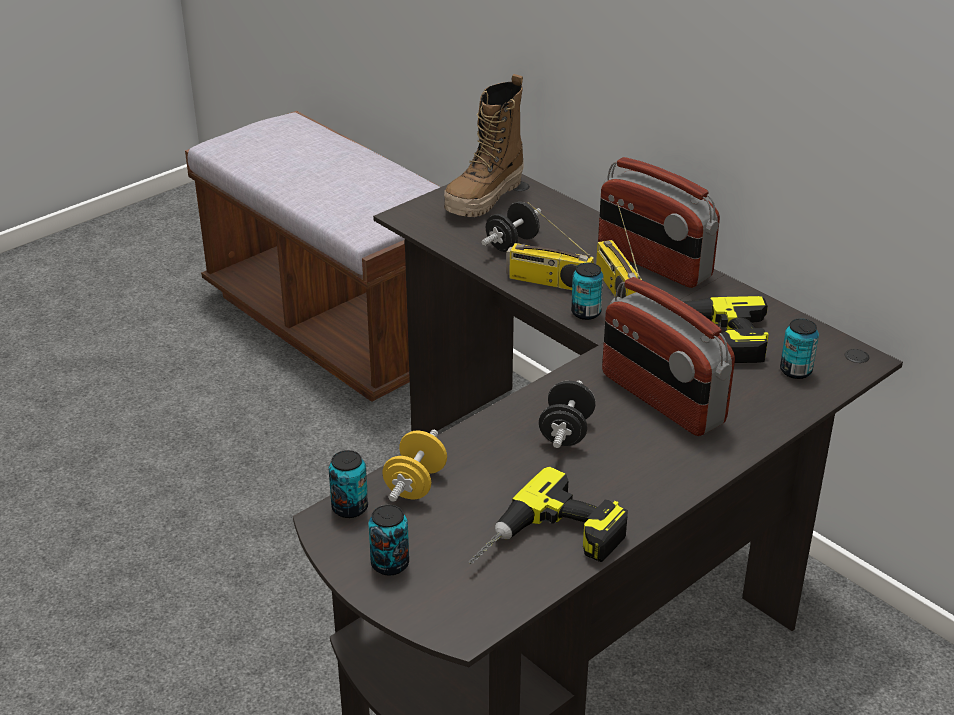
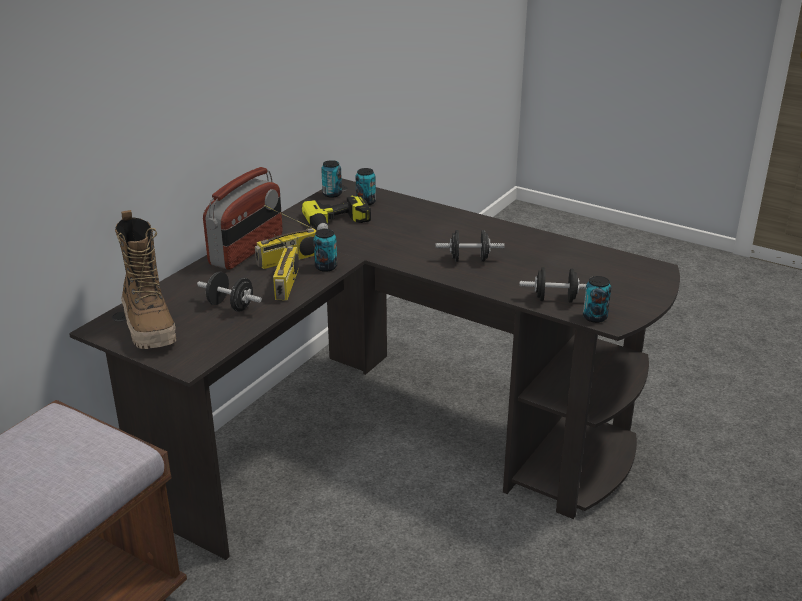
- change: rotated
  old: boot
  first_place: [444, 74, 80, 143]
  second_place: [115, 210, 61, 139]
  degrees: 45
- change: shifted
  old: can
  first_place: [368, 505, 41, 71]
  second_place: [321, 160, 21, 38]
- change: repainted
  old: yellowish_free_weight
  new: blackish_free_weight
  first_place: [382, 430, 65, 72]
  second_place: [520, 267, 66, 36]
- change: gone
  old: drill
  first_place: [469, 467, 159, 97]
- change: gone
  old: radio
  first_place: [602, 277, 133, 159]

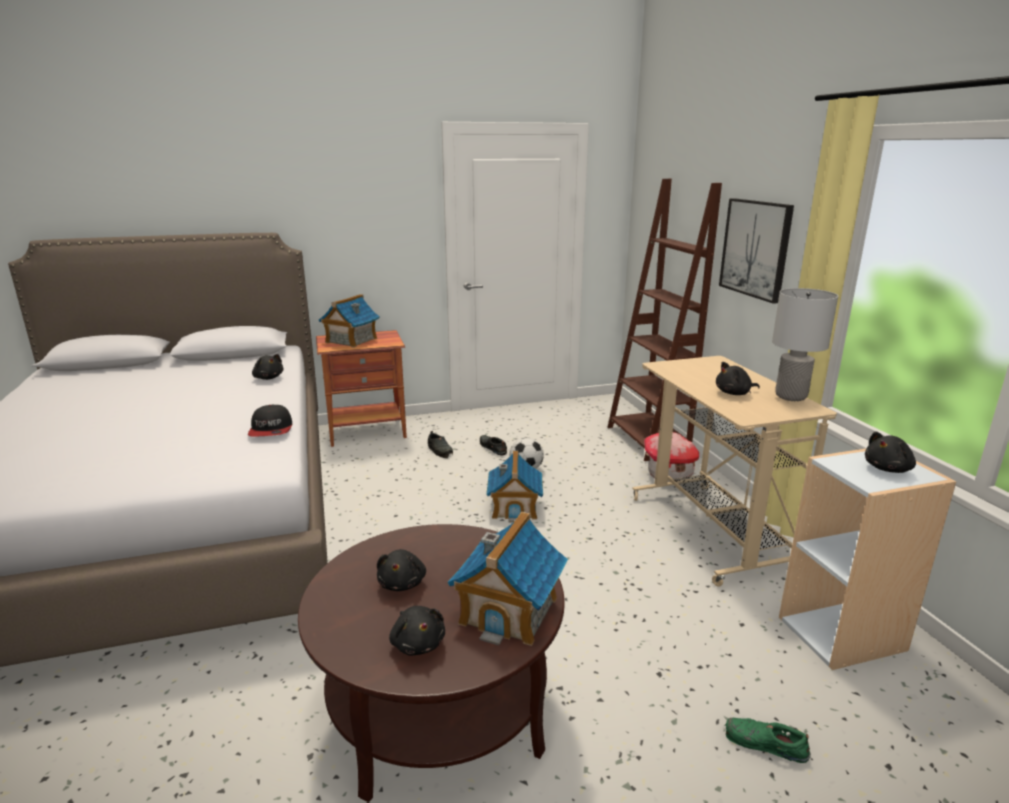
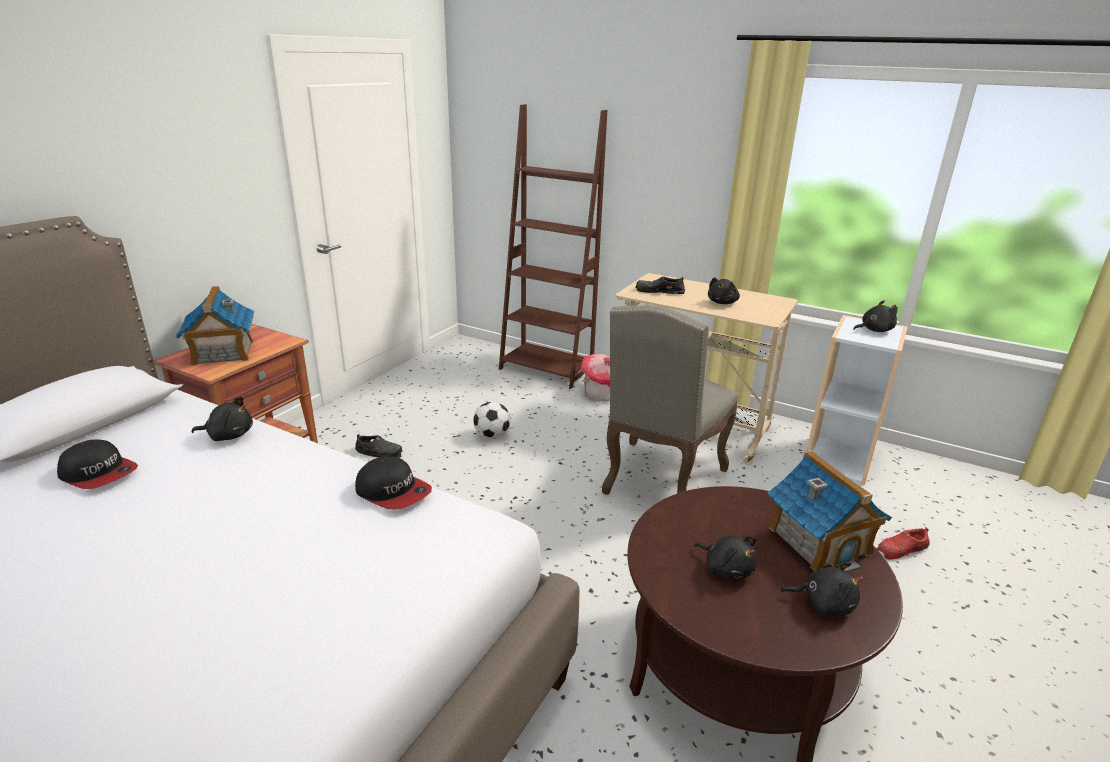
- change: new
  new: cap
  second_place: [57, 440, 81, 49]
- change: new
  new: greyish_plain_chair
  second_place: [602, 305, 136, 190]
- change: shifted
  old: blackish_item_of_footwear
  first_place: [480, 435, 27, 21]
  second_place: [635, 276, 50, 18]
- change: rotated
  old: blackish_soft_toy
  first_place: [865, 431, 51, 42]
  second_place: [853, 300, 45, 32]
  degrees: -120
- change: repainted
  old: green-coloured_item_of_footwear
  new: red_item_of_footwear
  first_place: [724, 718, 87, 45]
  second_place: [876, 527, 54, 33]
- change: gone
  old: miniature_house
  first_place: [486, 450, 57, 73]
- change: gone
  old: picture
  first_place: [719, 198, 75, 106]
- change: gone
  old: greyish_tabletop_lamp
  first_place: [772, 288, 66, 114]

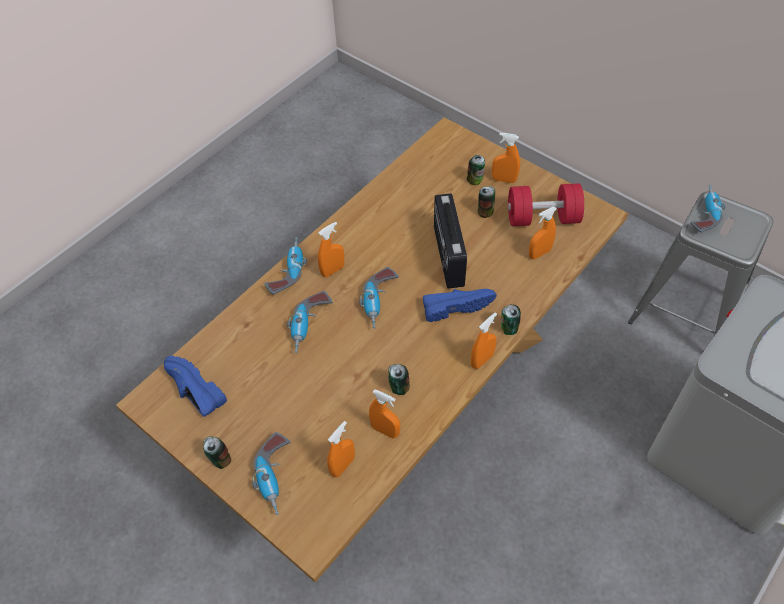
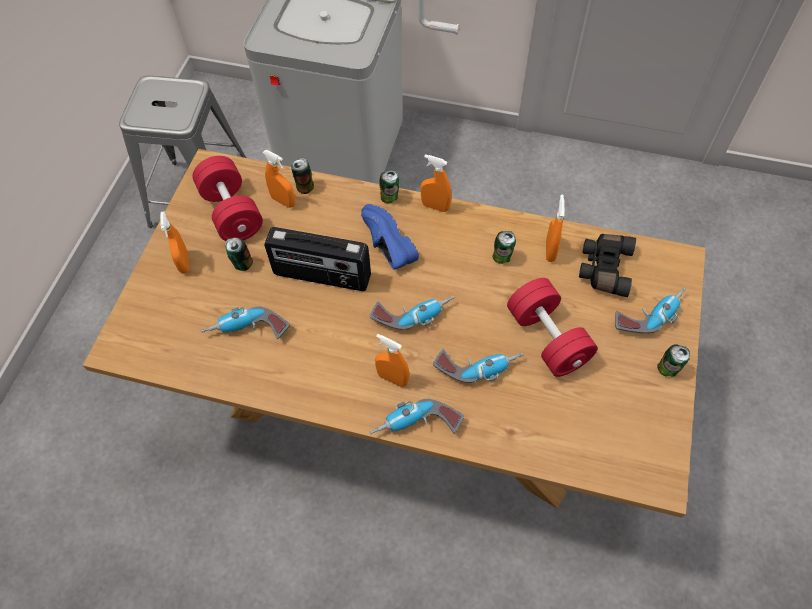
- change: shifted
  old: drill
  first_place: [690, 185, 35, 47]
  second_place: [201, 307, 89, 32]
- change: rotated
  old: radio
  first_place: [434, 193, 33, 96]
  second_place: [264, 227, 107, 64]
  degrees: 45
- change: shifted
  old: can
  first_place: [467, 155, 18, 30]
  second_place: [292, 158, 22, 36]
- change: new
  new: red_free_weight
  second_place: [507, 278, 91, 99]
- change: swapped
  old: orangey_sprayer
  new: blackish_field_glasses
  first_place: [327, 421, 28, 56]
  second_place: [579, 234, 57, 63]
- change: gone
  old: blue-coloured_item_of_footwear
  first_place: [164, 356, 63, 61]

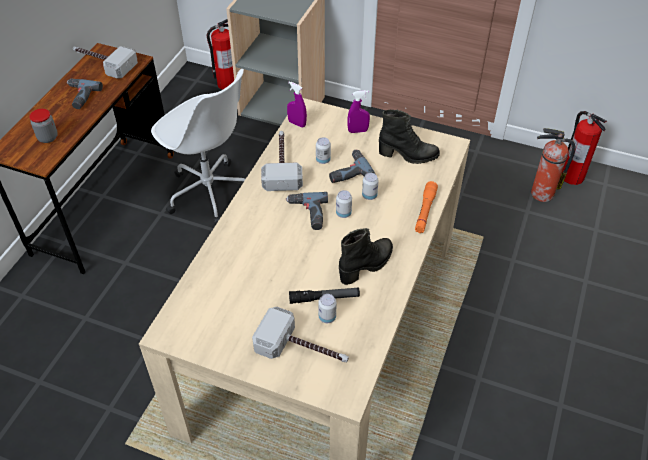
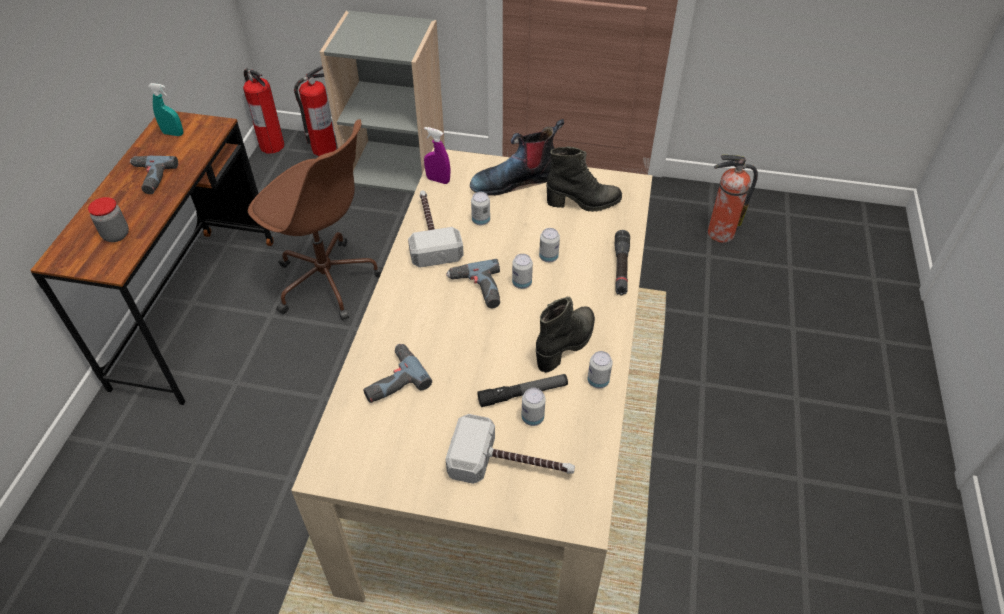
- change: swapped
  old: tool_hammer
  new: turquoise_sprayer
  first_place: [73, 46, 65, 33]
  second_place: [148, 83, 35, 53]
- change: shifted
  old: extinguisher
  first_place: [562, 111, 45, 74]
  second_place: [243, 68, 41, 85]
- change: repainted
  old: whitish_office_chair
  new: brown_office_chair
  first_place: [151, 69, 94, 156]
  second_place: [248, 119, 135, 201]
- change: shifted
  old: drill
  first_place: [329, 150, 46, 33]
  second_place: [363, 344, 69, 59]
- change: swapped
  old: purplish_sprayer
  new: boot
  first_place: [347, 90, 23, 43]
  second_place: [470, 119, 94, 77]
- change: new
  new: can
  second_place: [587, 351, 26, 38]
- change: repainted
  old: orangey_hand_torch
  new: blackish_hand_torch
  first_place: [415, 181, 23, 52]
  second_place: [615, 230, 15, 65]

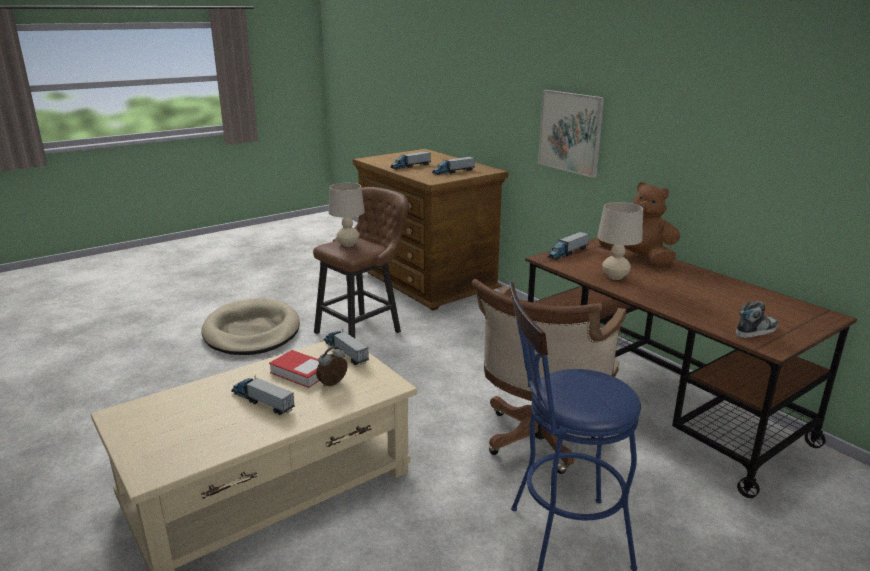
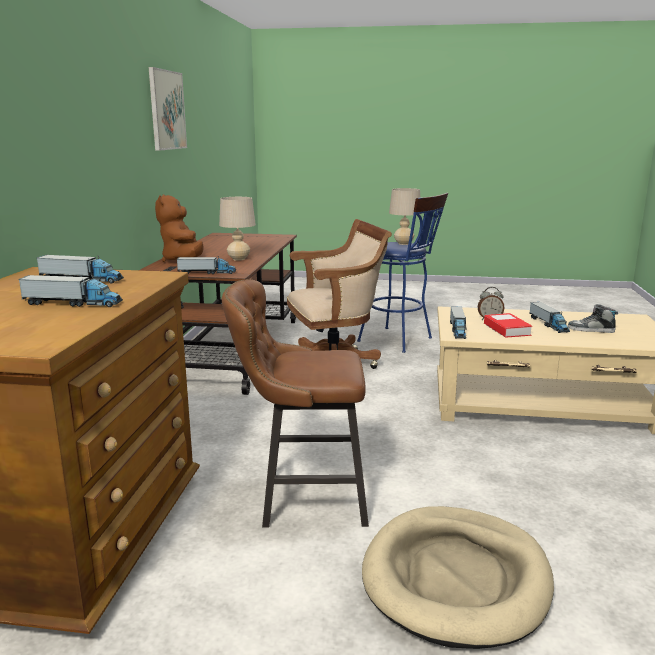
- change: shifted
  old: picture
  first_place: [538, 90, 66, 88]
  second_place: [149, 67, 38, 84]
- change: shifted
  old: beige-coloured_tabletop_lamp
  first_place: [329, 183, 36, 64]
  second_place: [389, 188, 31, 57]
- change: shifted
  old: item_of_footwear
  first_place: [736, 301, 42, 37]
  second_place: [568, 304, 50, 29]

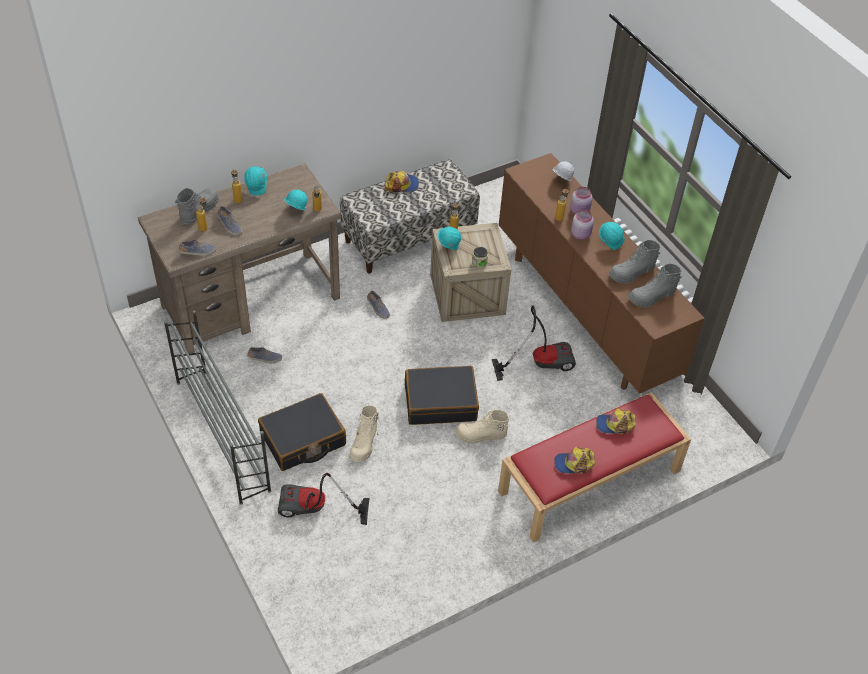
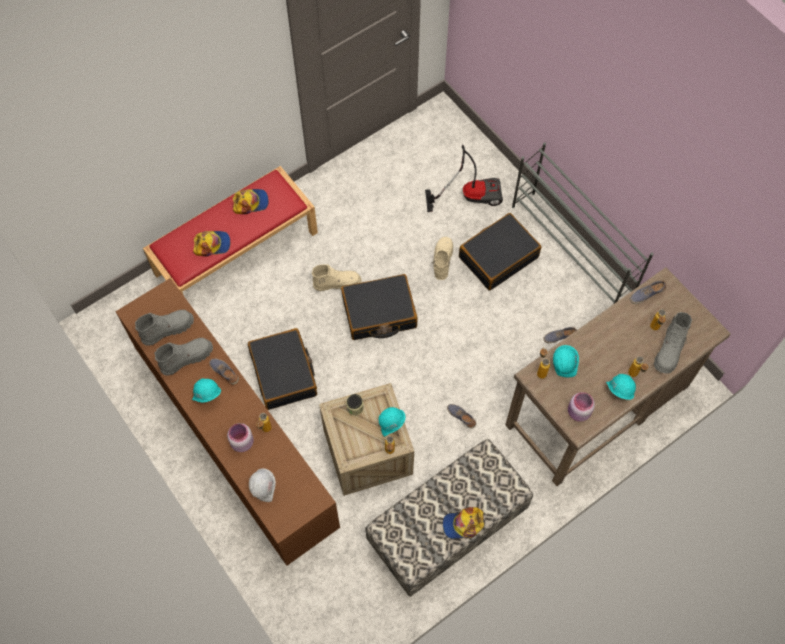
- change: shifted
  old: item_of_footwear
  first_place: [217, 206, 25, 30]
  second_place: [209, 358, 30, 27]
- change: swapped
  old: vacuum
  new: blackish_suitcase
  first_place: [492, 306, 84, 75]
  second_place: [248, 328, 69, 82]
- change: shifted
  old: pinkish_jar
  first_place: [571, 210, 23, 30]
  second_place: [568, 392, 27, 30]

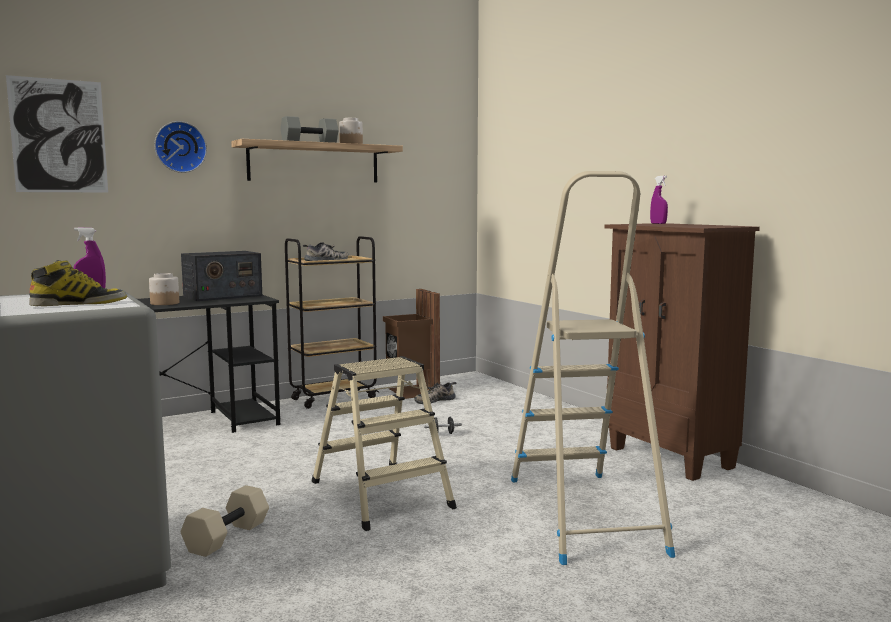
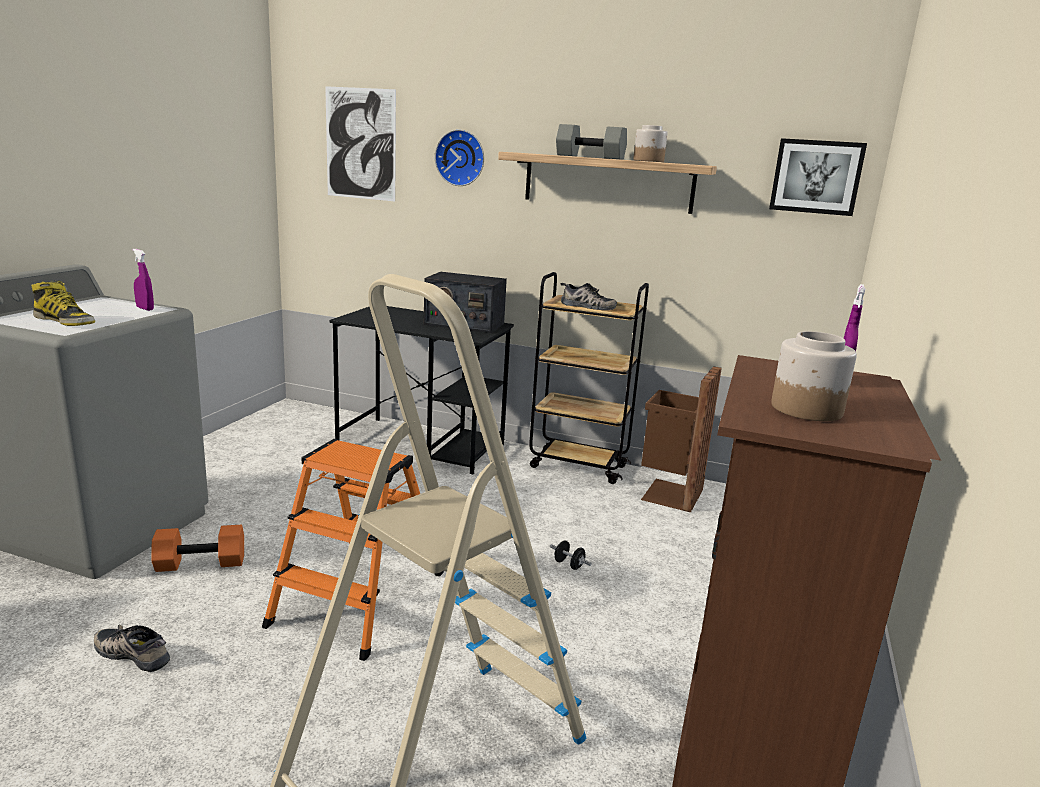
- change: shifted
  old: item_of_footwear
  first_place: [414, 382, 42, 22]
  second_place: [94, 625, 76, 47]
- change: repainted
  old: beige-coloured_free_weight
  new: orangey_free_weight
  first_place: [181, 485, 88, 72]
  second_place: [151, 525, 93, 47]
- change: repainted
  old: beige-coloured_step_ladder
  new: orangey_step_ladder
  first_place: [312, 356, 145, 175]
  second_place: [262, 439, 182, 222]
- change: new
  new: picture
  second_place: [769, 138, 98, 78]
- change: shifted
  old: jar
  first_place: [149, 273, 30, 32]
  second_place: [771, 331, 86, 90]

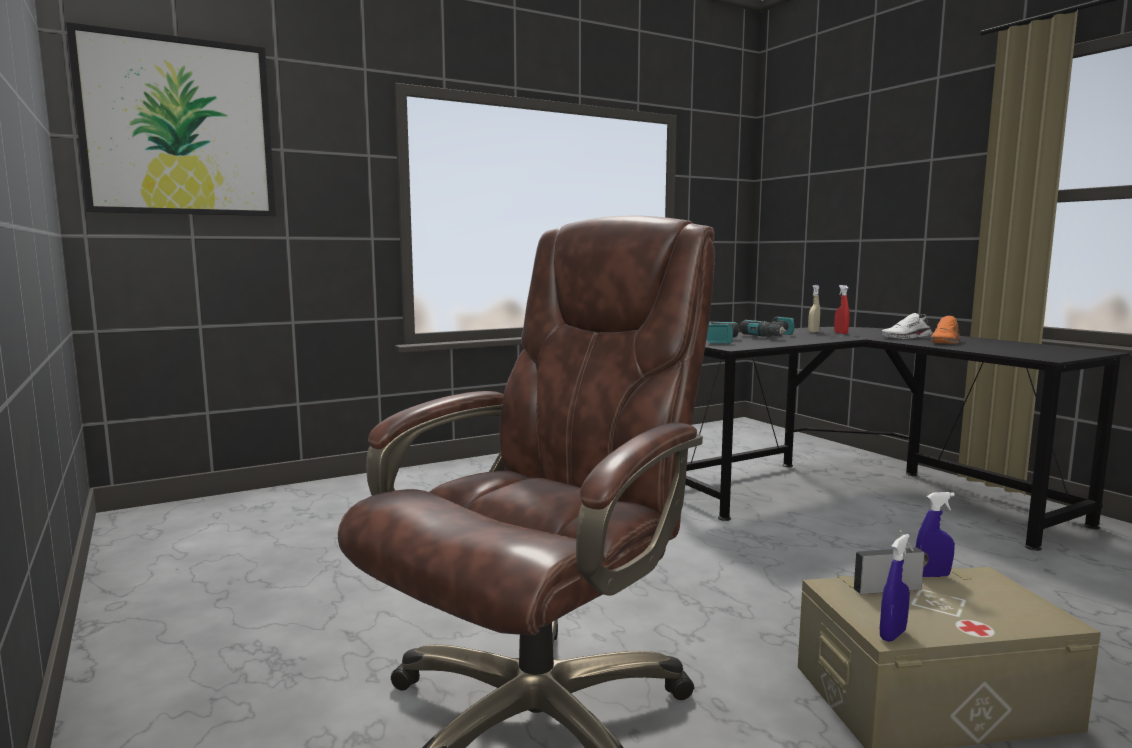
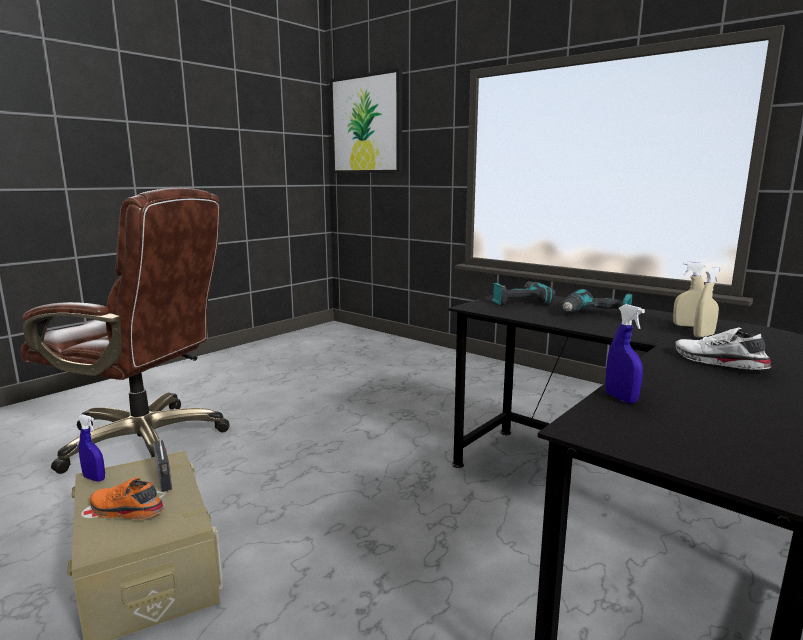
- change: shifted
  old: orangey_item_of_footwear
  first_place: [931, 316, 29, 28]
  second_place: [90, 478, 74, 41]
- change: shifted
  old: blue-coloured_sprayer
  first_place: [915, 492, 40, 85]
  second_place: [605, 304, 40, 100]
- change: repainted
  old: red_sprayer
  new: beige-coloured_sprayer
  first_place: [834, 285, 15, 49]
  second_place: [693, 267, 28, 71]

